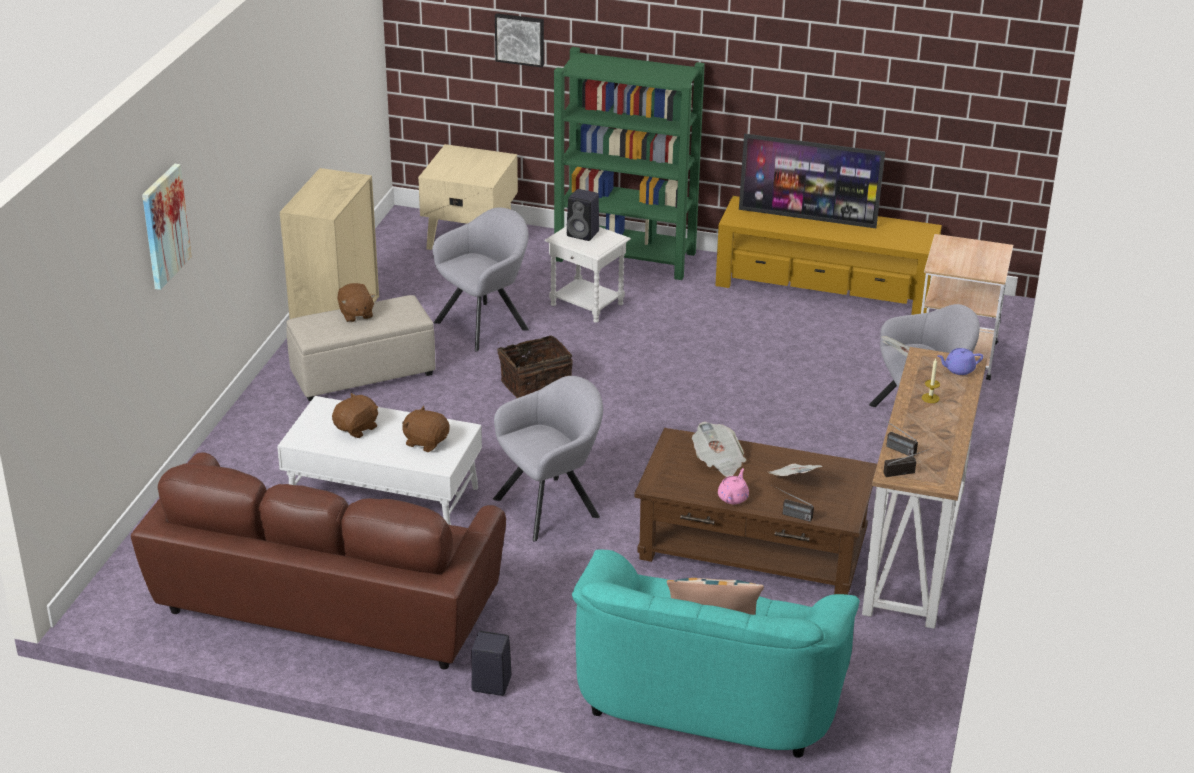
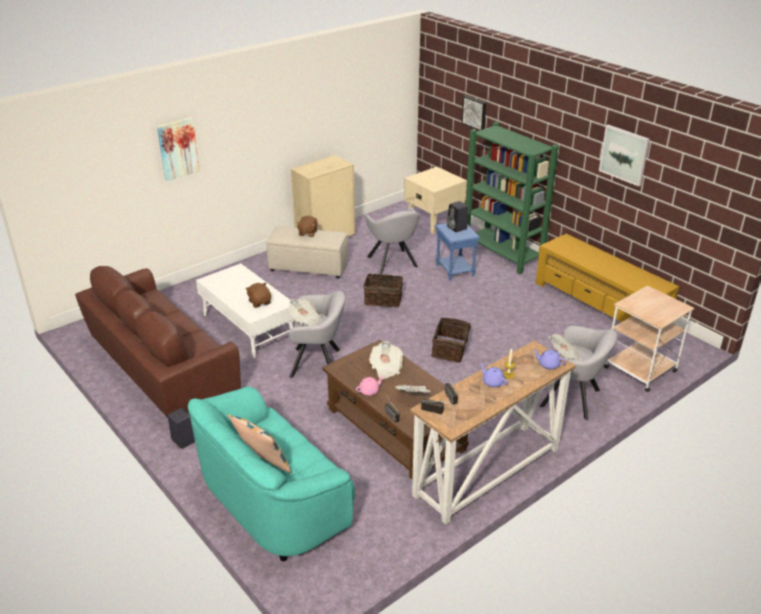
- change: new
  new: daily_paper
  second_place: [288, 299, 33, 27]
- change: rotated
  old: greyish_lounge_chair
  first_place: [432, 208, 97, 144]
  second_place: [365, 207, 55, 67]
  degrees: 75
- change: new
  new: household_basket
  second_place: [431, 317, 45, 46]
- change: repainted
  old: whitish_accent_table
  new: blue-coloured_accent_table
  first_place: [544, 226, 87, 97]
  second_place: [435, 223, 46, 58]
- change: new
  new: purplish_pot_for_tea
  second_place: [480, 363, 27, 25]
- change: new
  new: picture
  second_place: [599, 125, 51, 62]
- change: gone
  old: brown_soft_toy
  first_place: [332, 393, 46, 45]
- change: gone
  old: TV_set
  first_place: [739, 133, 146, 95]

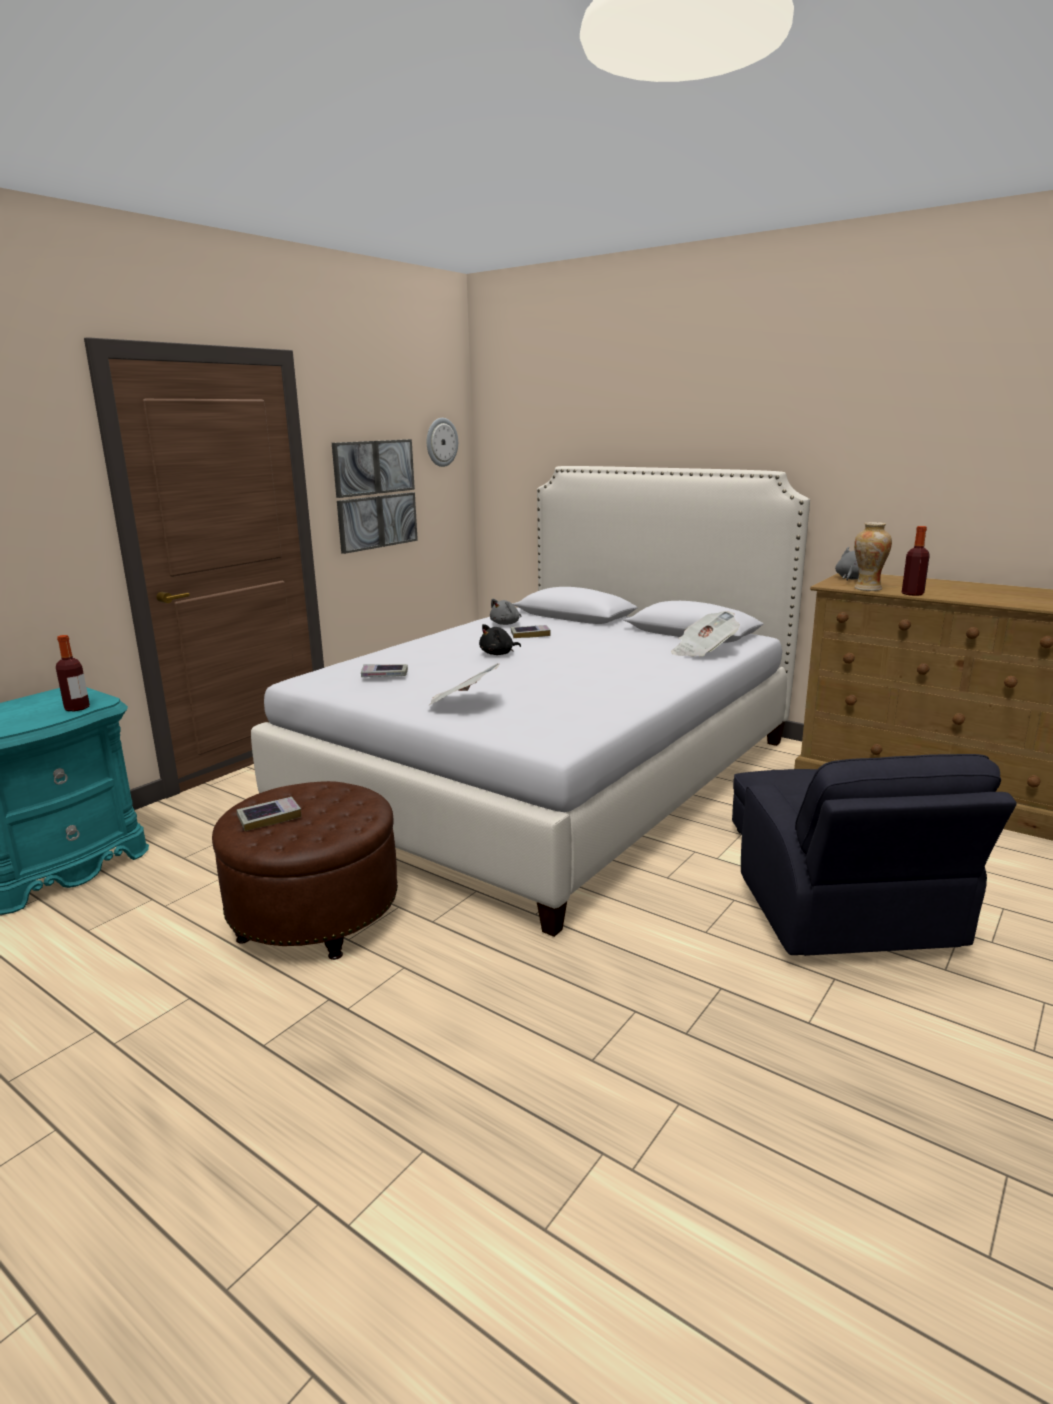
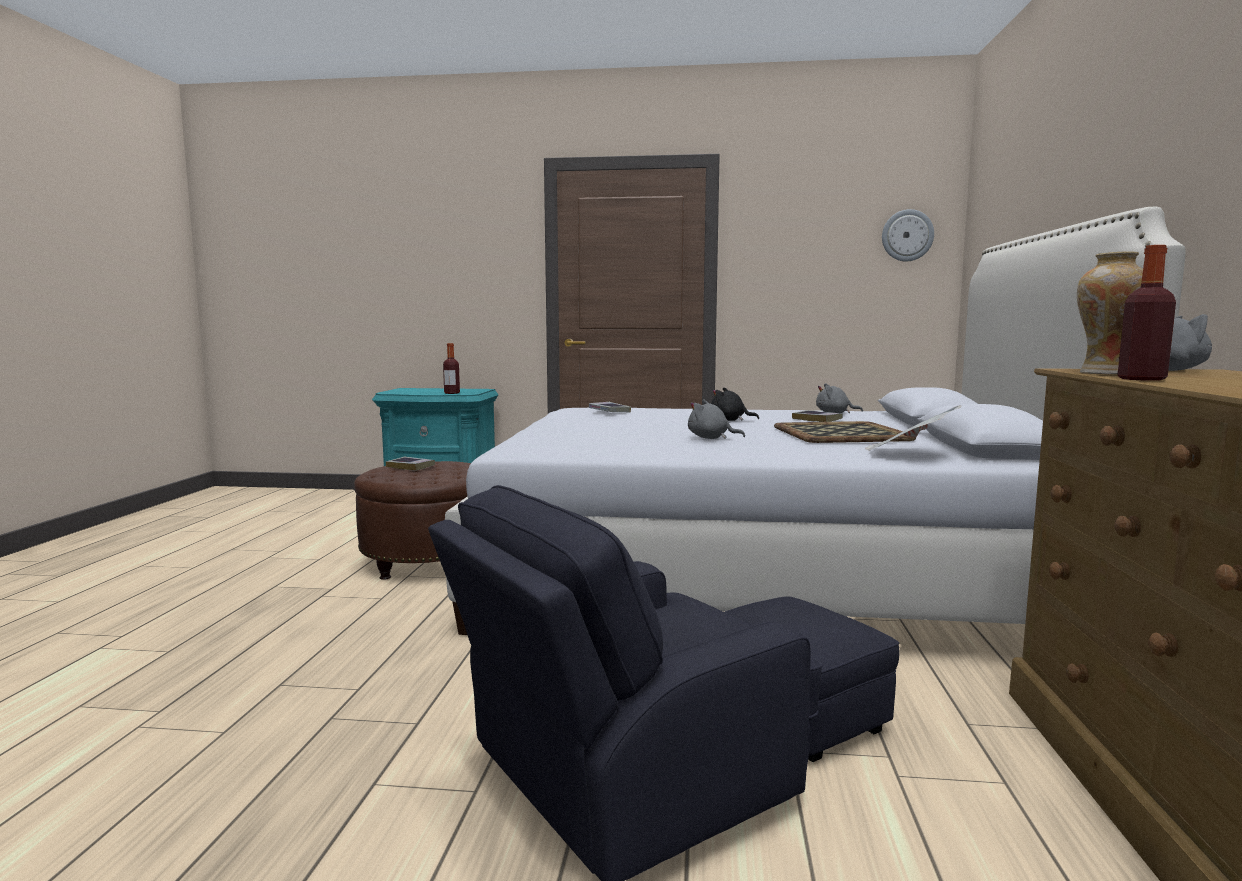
- change: new
  new: greyish_soft_toy
  second_place: [688, 400, 57, 39]
- change: new
  new: serving_tray
  second_place: [774, 421, 142, 22]
- change: gone
  old: picture
  first_place: [332, 439, 86, 115]
- change: gone
  old: daily_paper
  first_place: [429, 663, 71, 42]

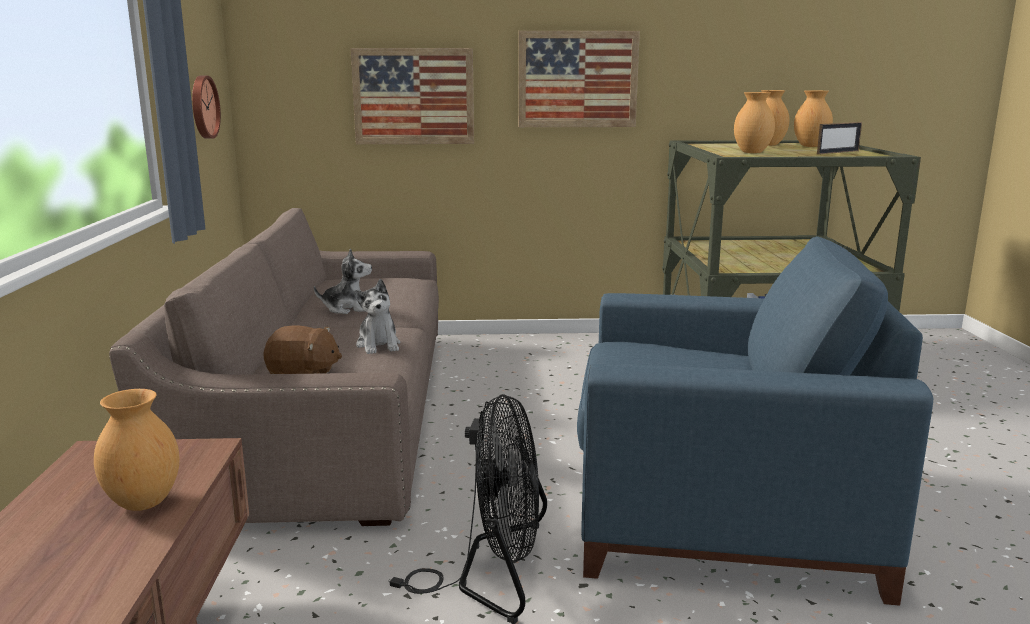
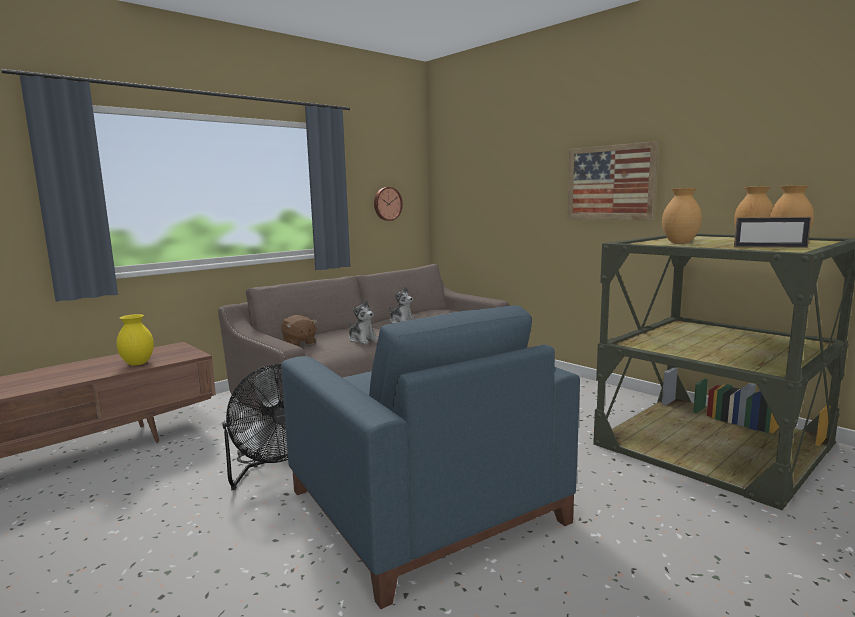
- change: repainted
  old: brown_vase
  new: yellowish_vase
  first_place: [94, 389, 86, 122]
  second_place: [116, 314, 38, 52]
- change: rotated
  old: soft_toy
  first_place: [354, 279, 46, 75]
  second_place: [349, 300, 29, 44]
  degrees: -75
- change: gone
  old: picture
  first_place: [350, 48, 124, 96]

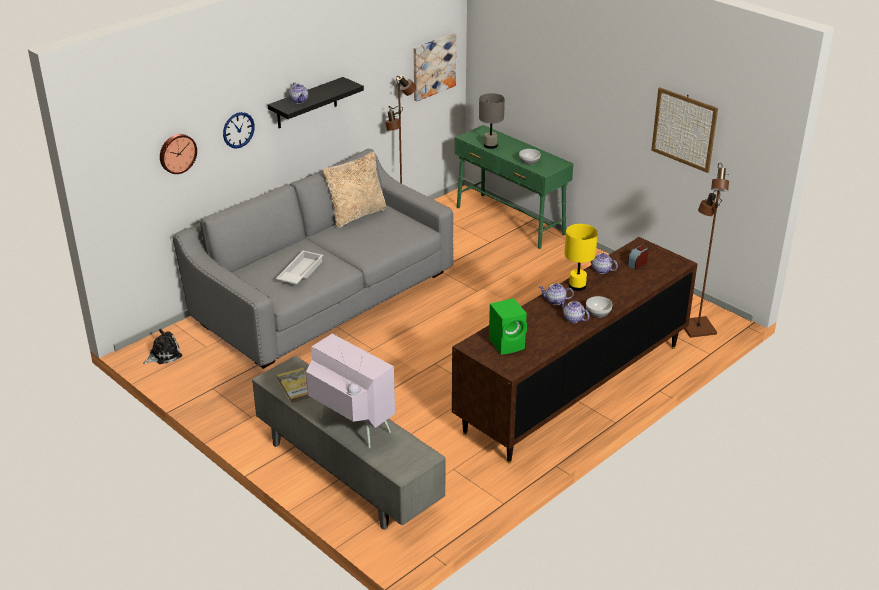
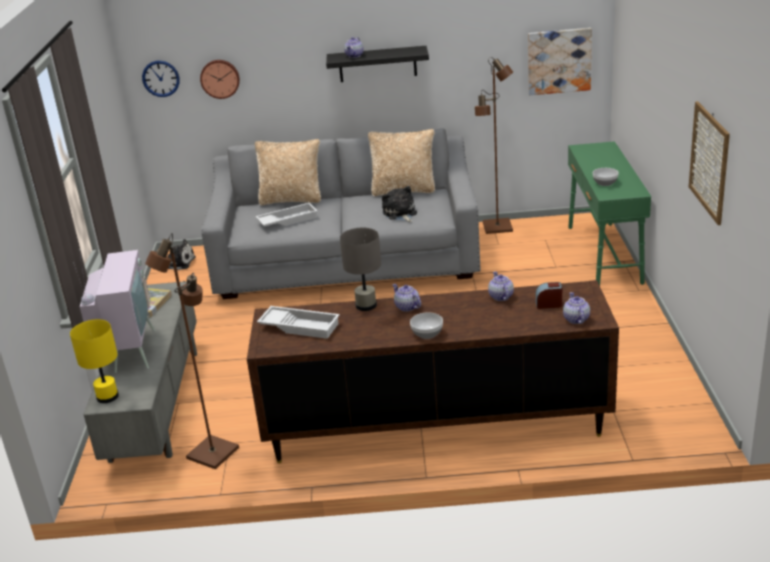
- change: shifted
  old: yellowish_tabletop_lamp
  first_place: [564, 224, 34, 67]
  second_place: [70, 319, 49, 84]
- change: shifted
  old: wall_clock
  first_place: [223, 112, 32, 37]
  second_place: [142, 61, 38, 36]
- change: shifted
  old: brown_standard_lamp
  first_place: [684, 163, 45, 175]
  second_place: [145, 233, 94, 236]
- change: new
  new: beige-coloured_pillow
  second_place: [254, 139, 67, 66]
- change: swapped
  old: green-coloured_audio_speaker
  new: whitish_serving_tray
  first_place: [489, 298, 38, 57]
  second_place: [257, 306, 83, 33]
- change: shifted
  old: greyish_tabletop_lamp
  first_place: [479, 93, 26, 56]
  second_place: [340, 228, 41, 83]
- change: new
  new: soft_toy
  second_place: [382, 186, 35, 36]
- change: shifted
  old: pot_for_tea
  first_place: [560, 300, 29, 23]
  second_place: [563, 292, 27, 32]

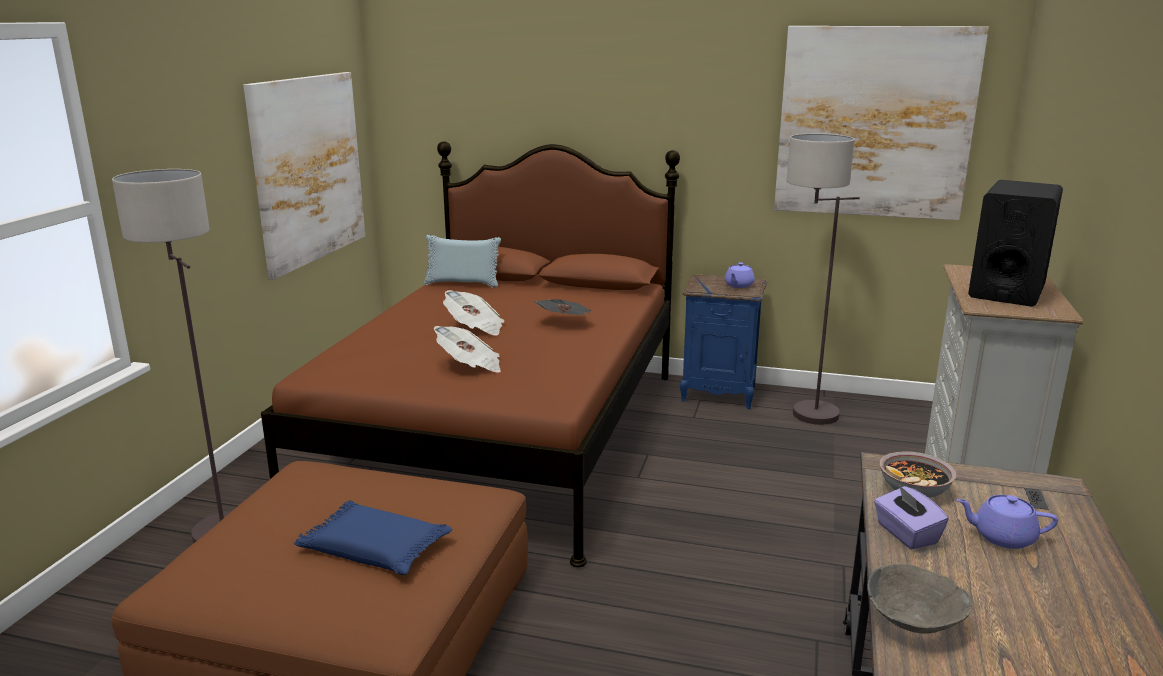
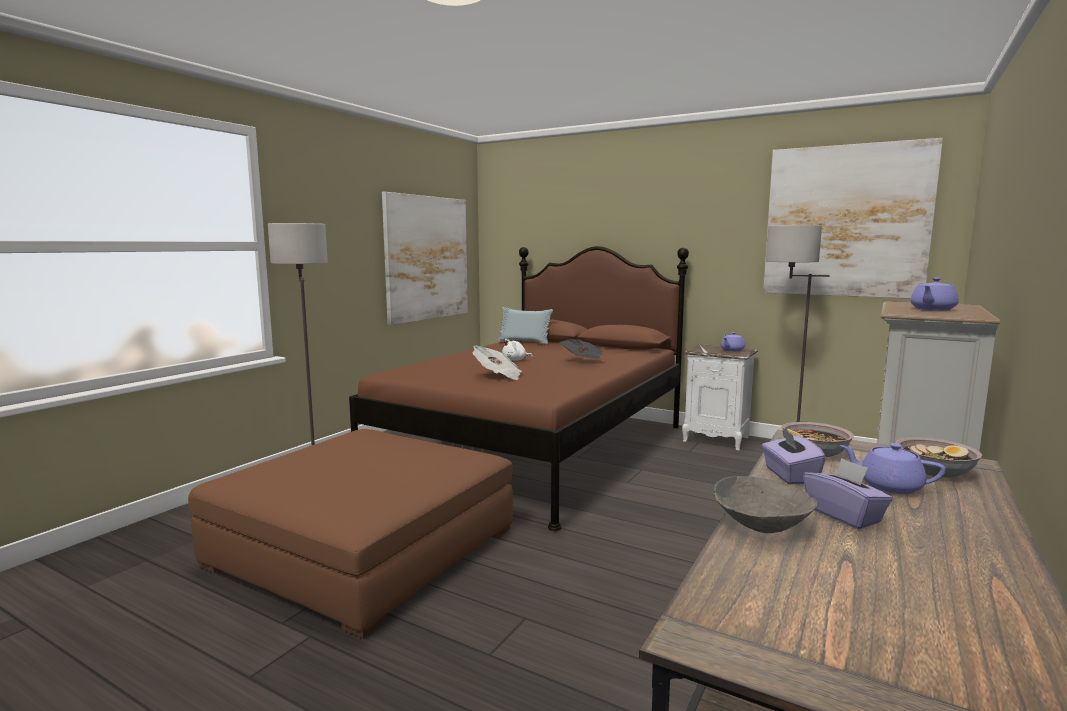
- change: swapped
  old: daily_paper
  new: whitish_soft_toy
  first_place: [443, 290, 61, 45]
  second_place: [502, 339, 31, 22]
- change: repainted
  old: blue-coloured_nightstand
  new: whitish_nightstand
  first_place: [680, 274, 87, 135]
  second_place: [682, 344, 76, 106]
- change: new
  new: purplish_tissue_holder
  second_place: [803, 458, 89, 71]
- change: new
  new: bowl
  second_place: [896, 437, 86, 40]
- change: swapped
  old: blackish_audio_speaker
  new: purplish_pot_for_tea
  first_place: [968, 180, 95, 127]
  second_place: [910, 278, 49, 32]
- change: gone
  old: blue-coloured_pillow
  first_place: [294, 500, 158, 75]

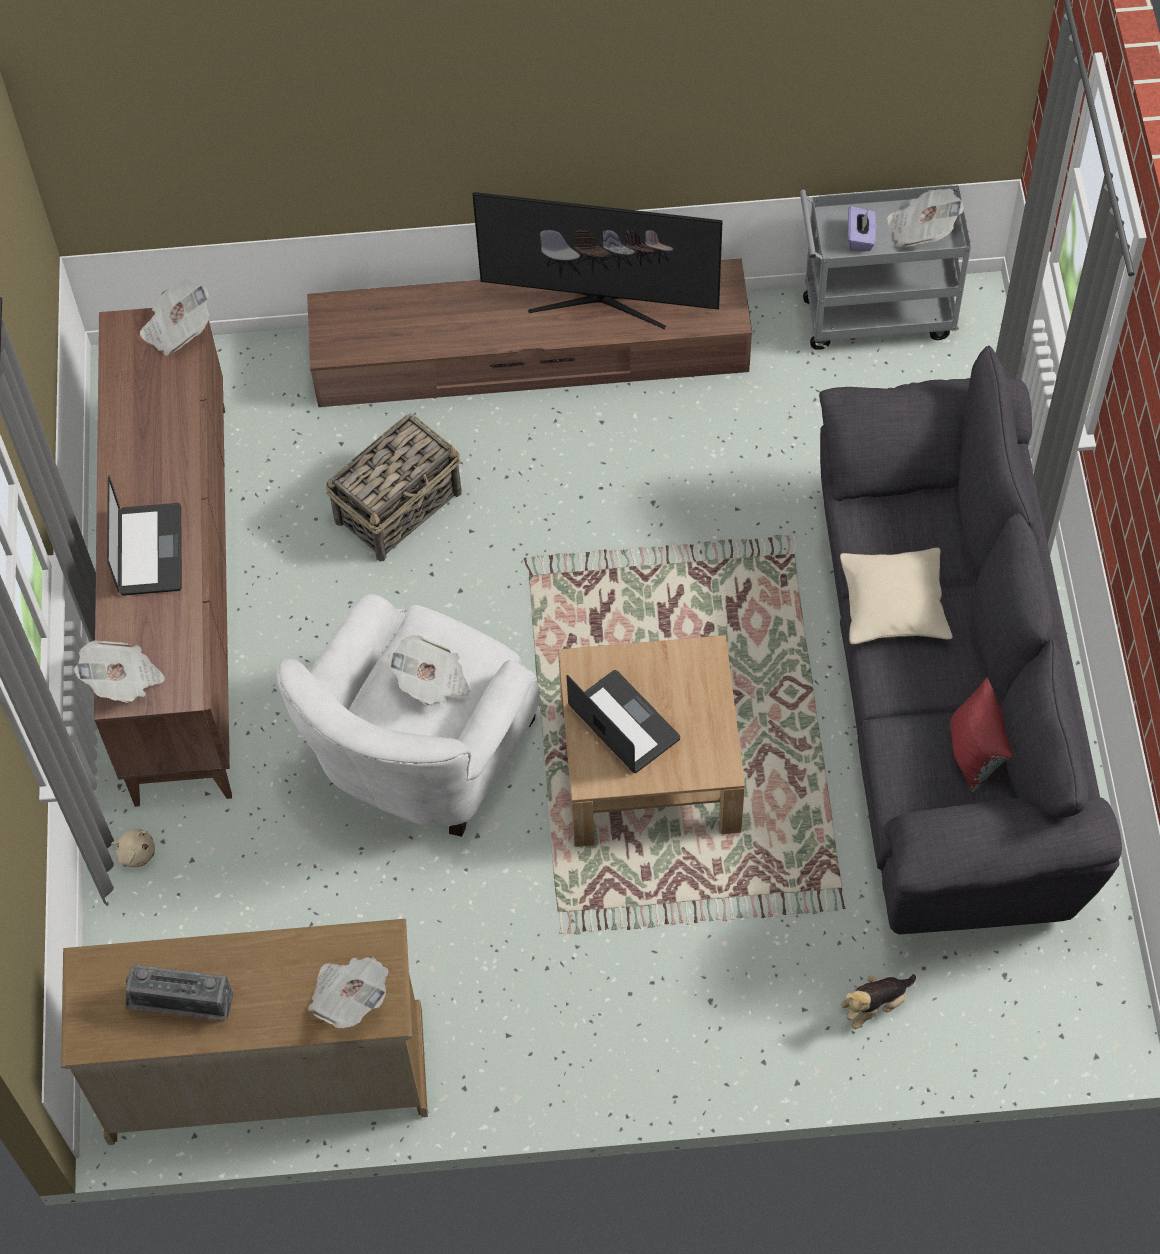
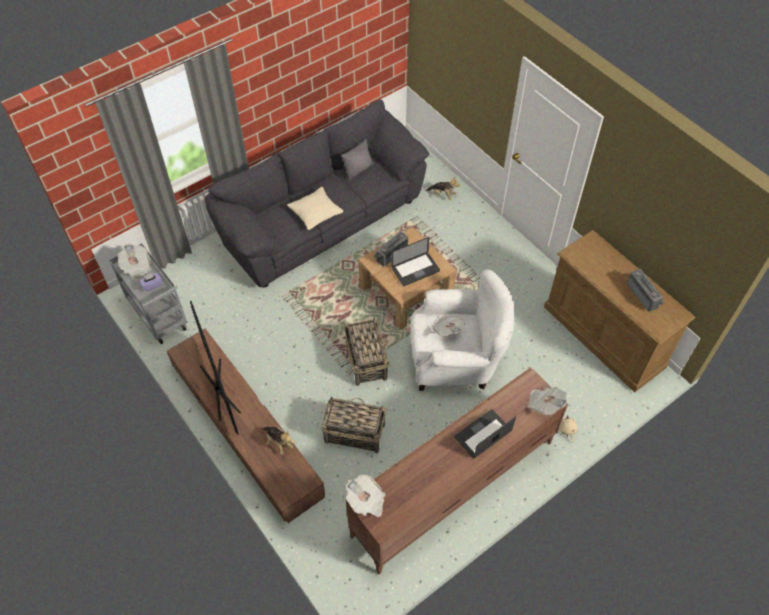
- change: new
  new: soft_toy
  second_place: [262, 427, 32, 27]
- change: repainted
  old: red_pillow
  new: greyish_pillow
  first_place: [950, 678, 62, 114]
  second_place: [341, 139, 33, 41]
- change: new
  new: household_basket
  second_place: [344, 317, 45, 69]
- change: new
  new: radio
  second_place: [374, 231, 34, 36]
- change: rotated
  old: notebook_computer
  first_place: [567, 670, 113, 103]
  second_place: [392, 237, 48, 49]
  degrees: -135
- change: gone
  old: daily_paper
  first_place: [308, 956, 81, 72]

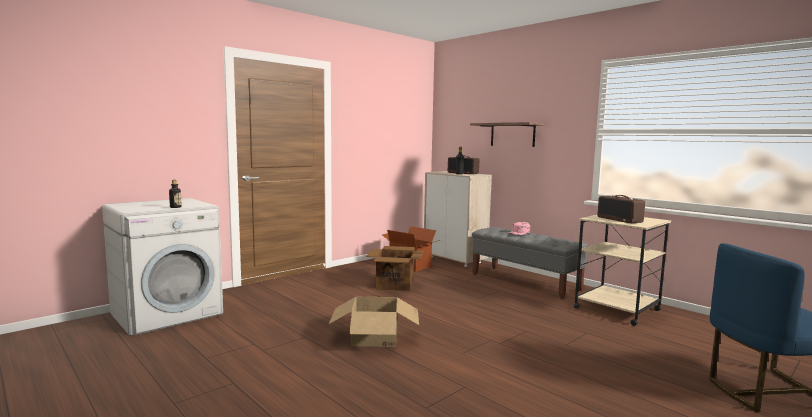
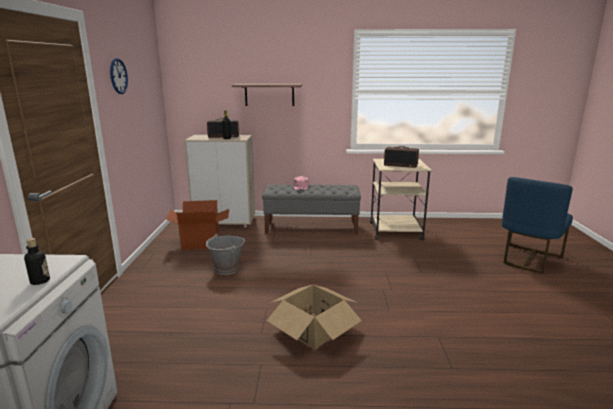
- change: new
  new: wall_clock
  second_place: [110, 58, 18, 36]
- change: swapped
  old: carton
  new: greyish_bucket
  first_place: [366, 246, 58, 45]
  second_place: [206, 233, 39, 42]

